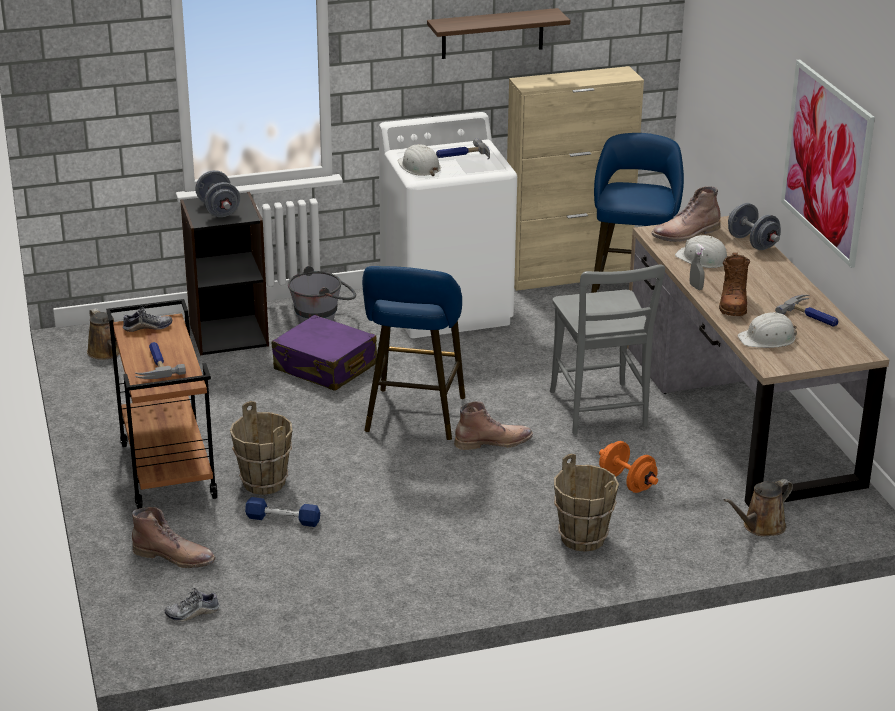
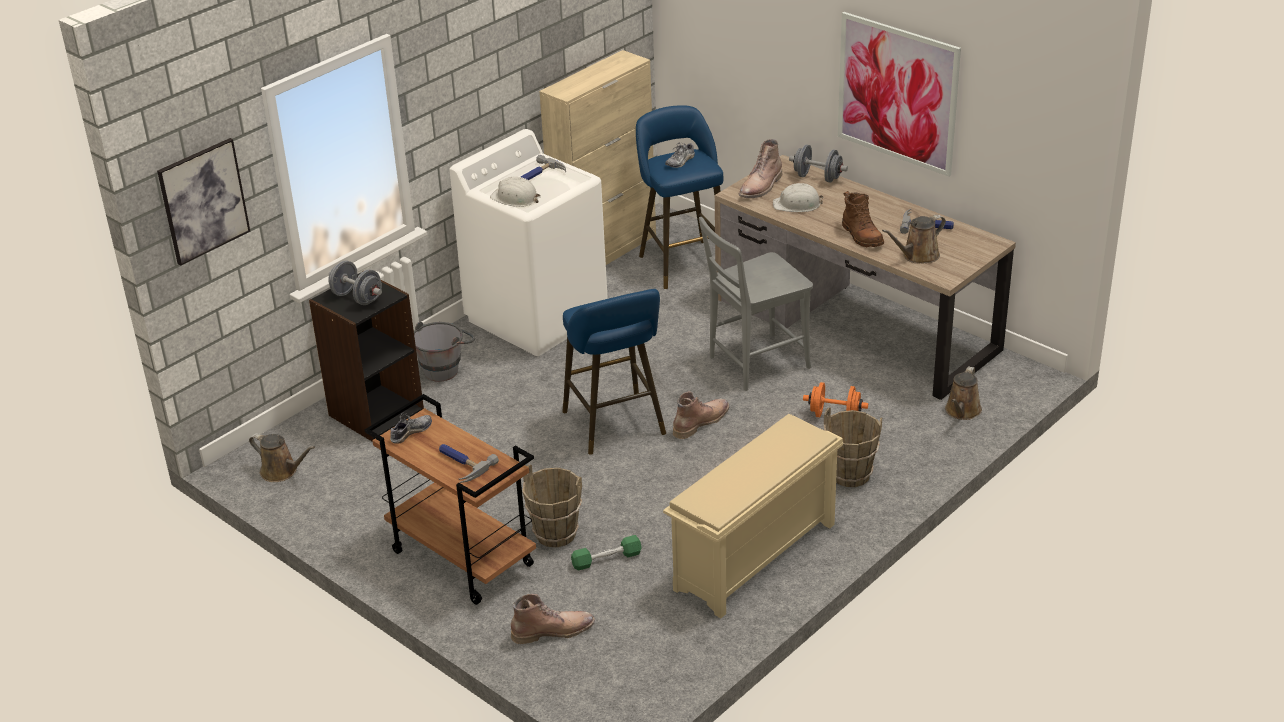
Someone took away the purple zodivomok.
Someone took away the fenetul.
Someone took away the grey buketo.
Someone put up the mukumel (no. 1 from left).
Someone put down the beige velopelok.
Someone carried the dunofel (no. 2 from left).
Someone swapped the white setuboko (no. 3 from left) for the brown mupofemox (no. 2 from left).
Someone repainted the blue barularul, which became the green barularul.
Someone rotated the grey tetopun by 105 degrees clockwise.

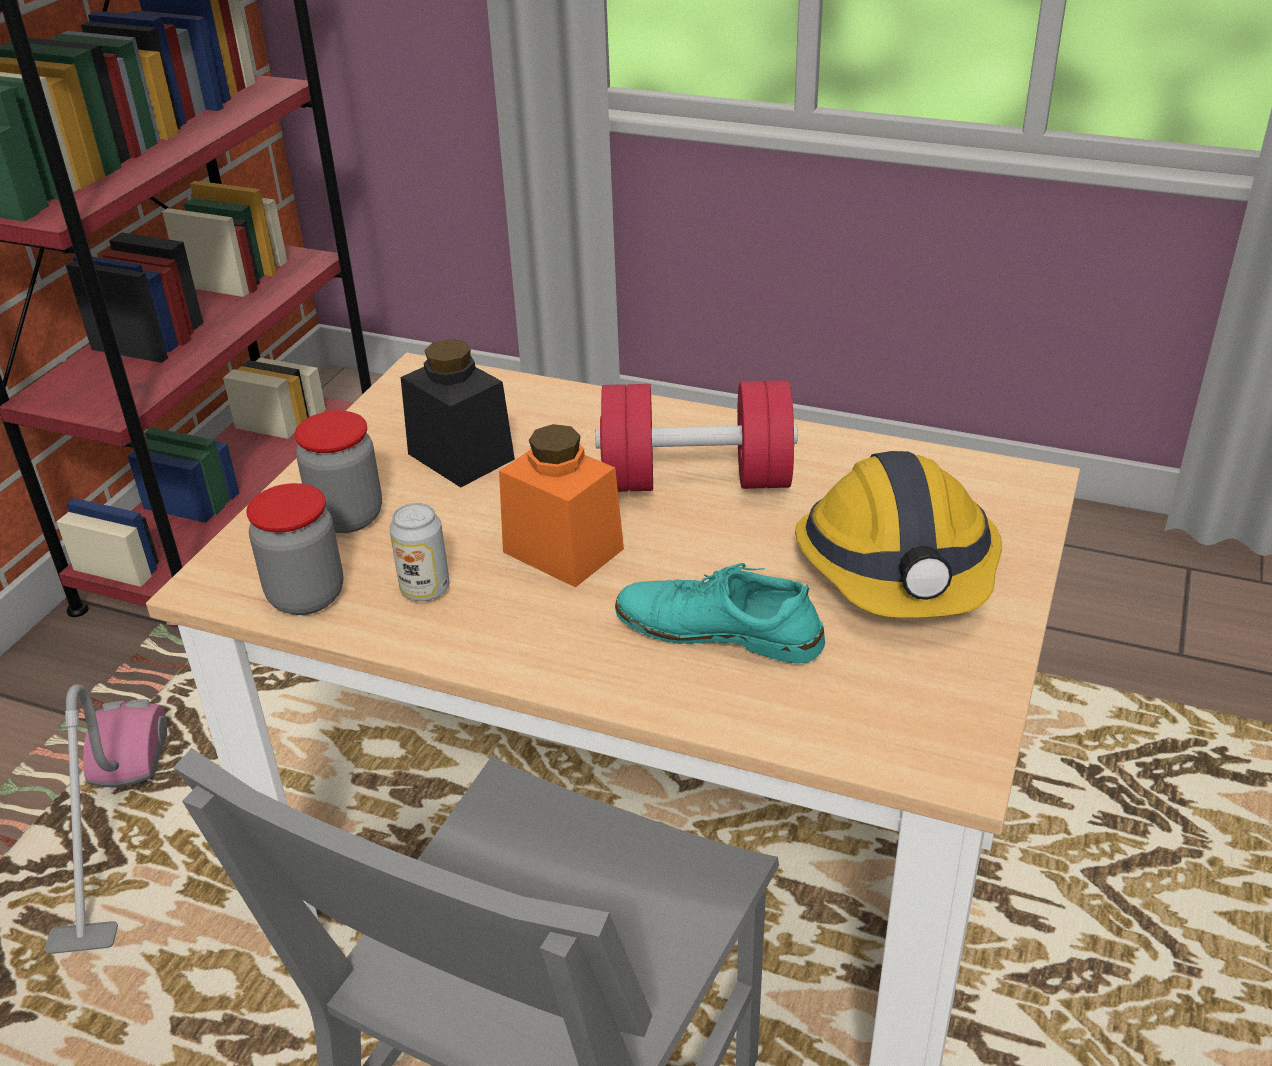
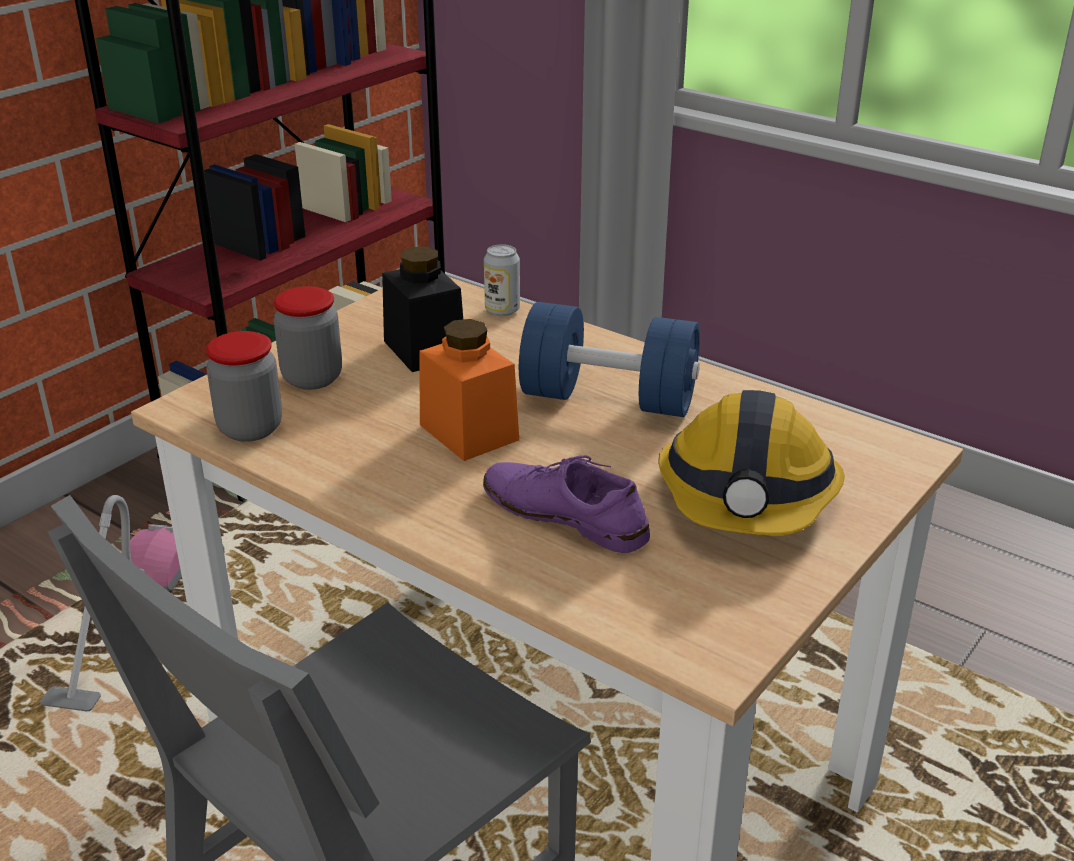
Someone carried the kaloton.
Someone repainted the red barularul, which became the blue barularul.
Someone repainted the turquoise dunofel, which became the purple dunofel.

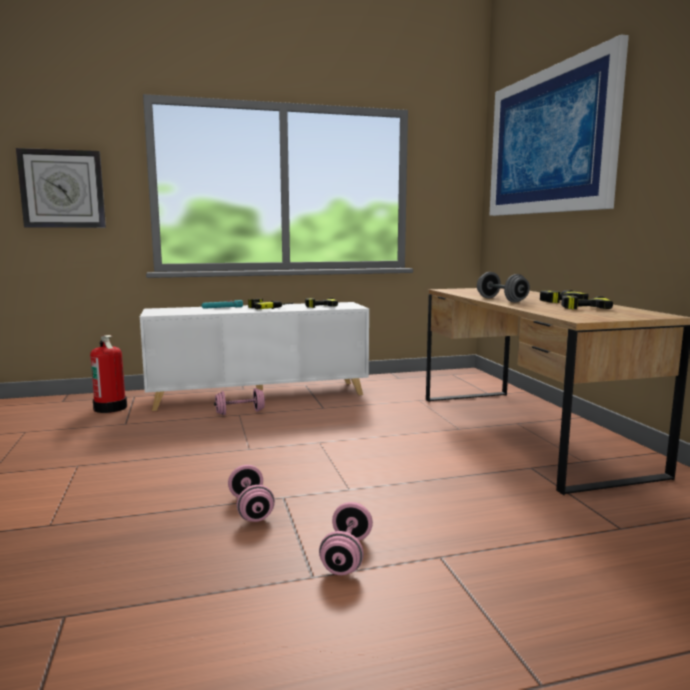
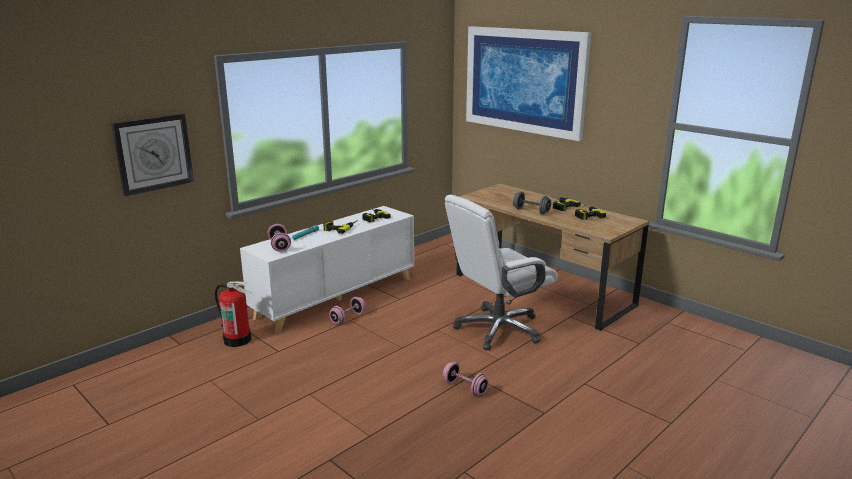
Someone put down the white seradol.
Someone carried the pink barularul (no. 3 from left in the first image).

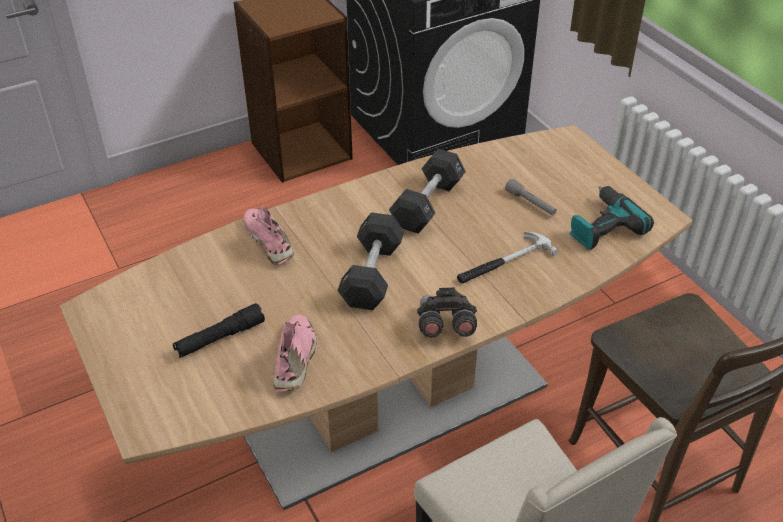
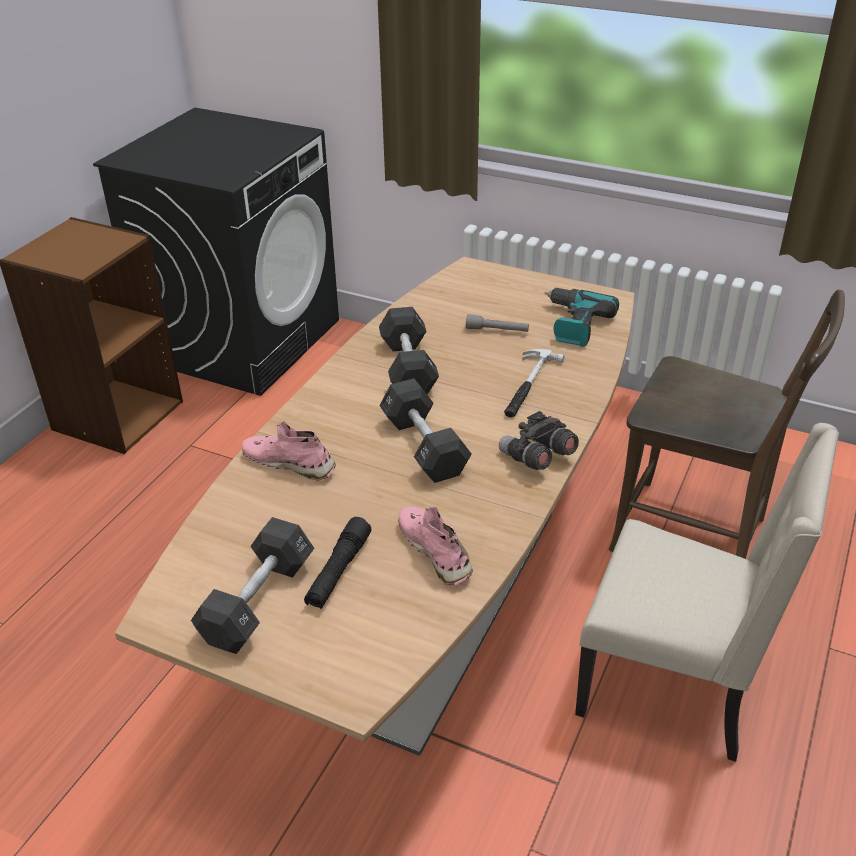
Someone put down the black barularul (no. 1 from left).

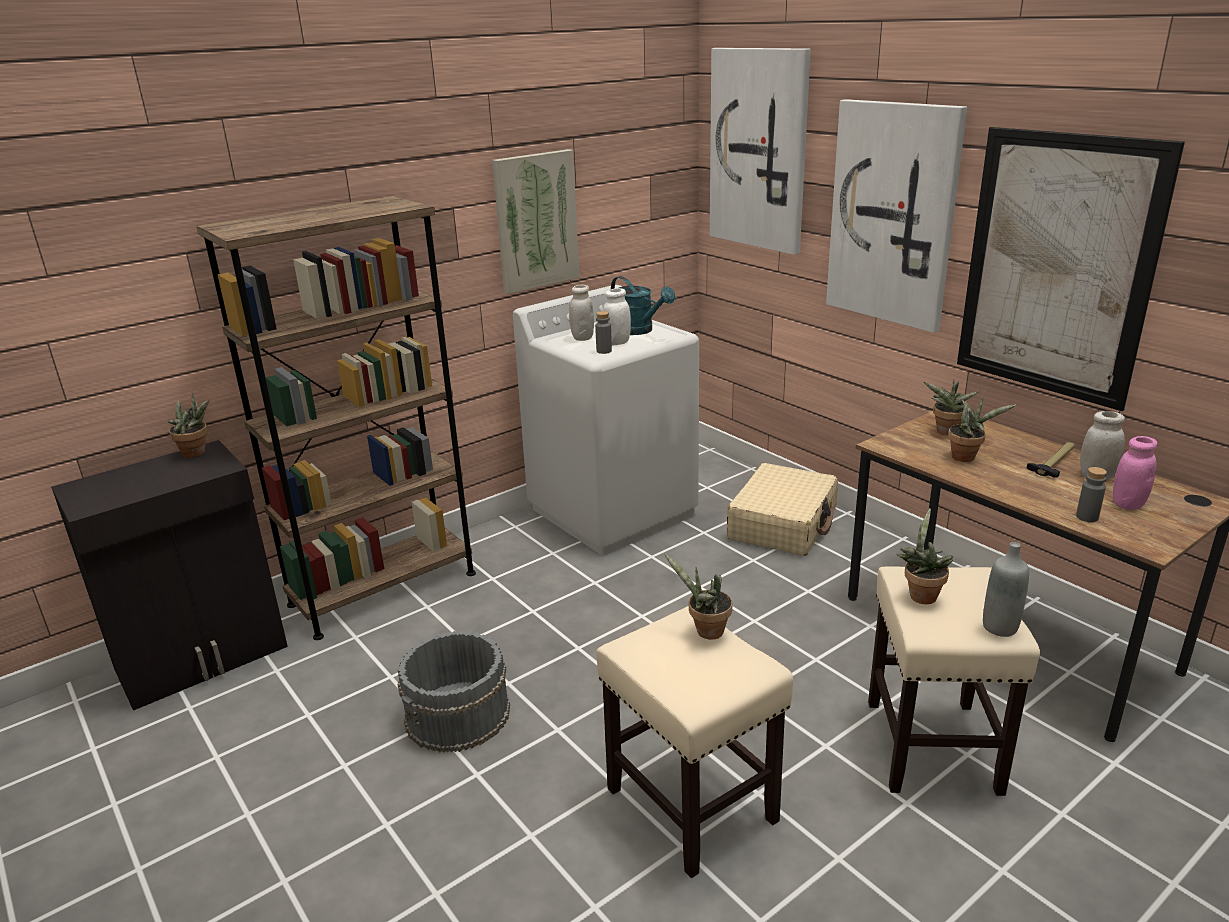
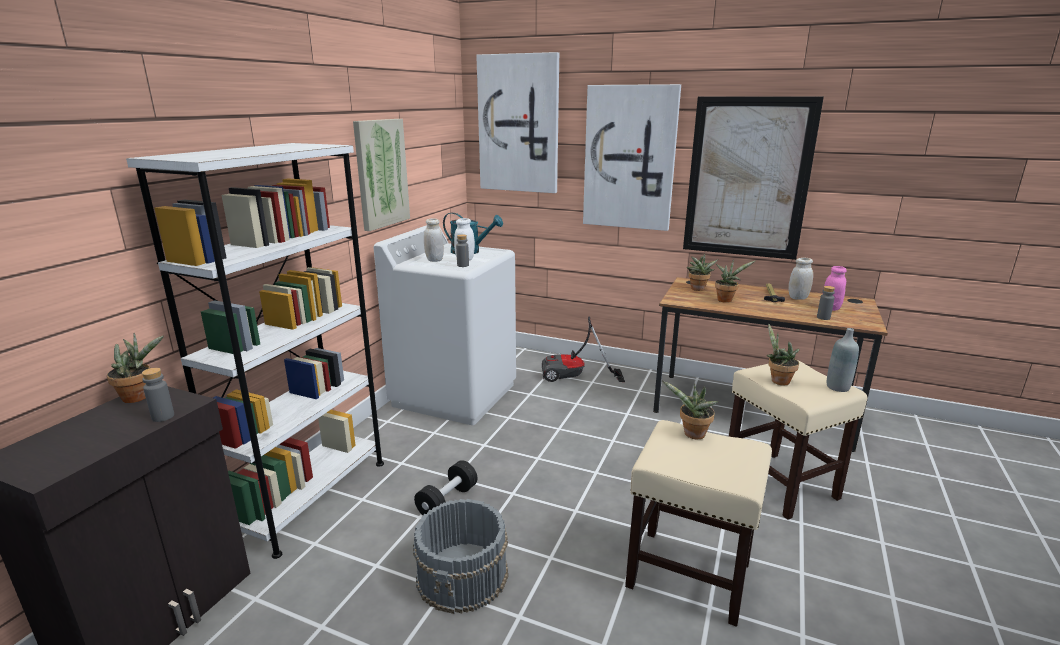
Someone put down the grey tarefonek (no. 1 from left).
Someone put down the black barularul.
Someone swapped the beige zodivomok for the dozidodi.
Someone repainted the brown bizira, which became the white bizira.

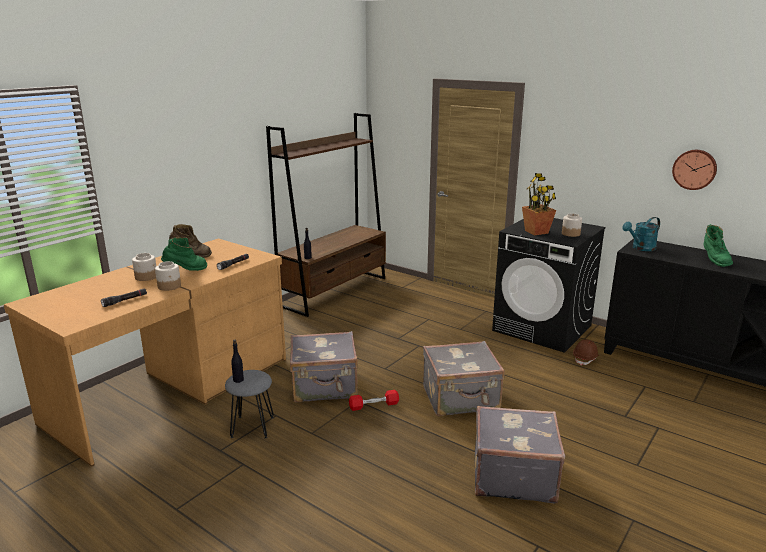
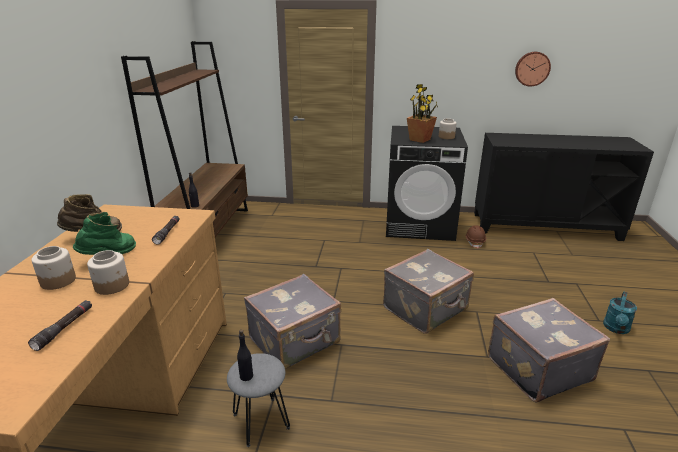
Someone took away the red barularul.
Someone took away the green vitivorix (no. 2 from left).
Someone carried the turquoise mupofemox.

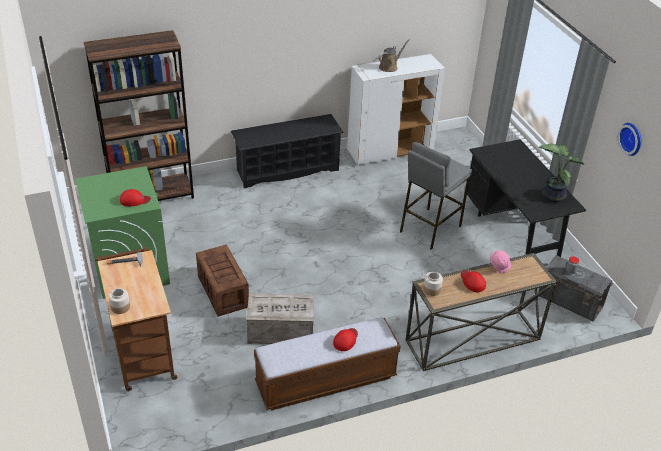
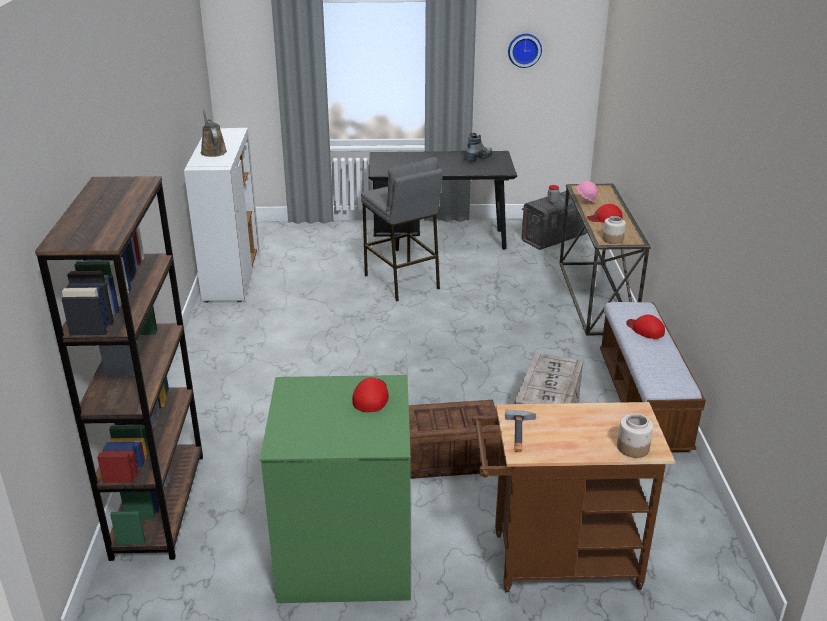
Someone took away the black velopelok.
Someone swapped the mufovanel for the vitivorix.

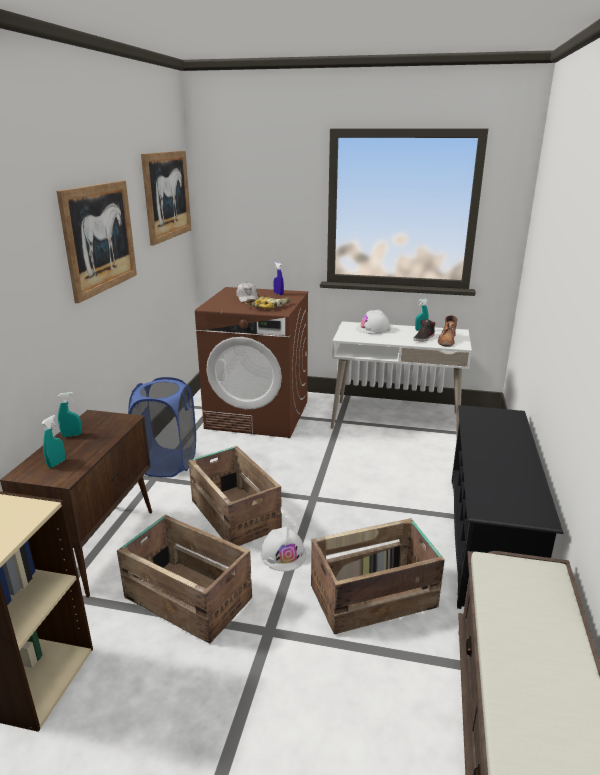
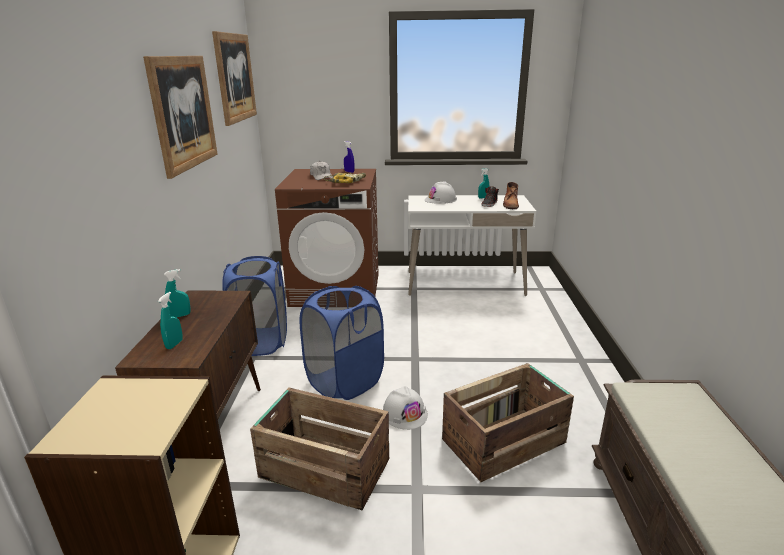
Someone took away the black velopelok.
Someone swapped the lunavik (no. 2 from left) for the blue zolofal (no. 2 from left).

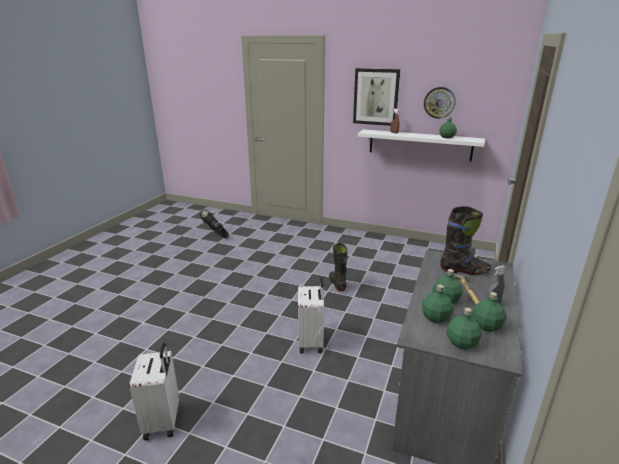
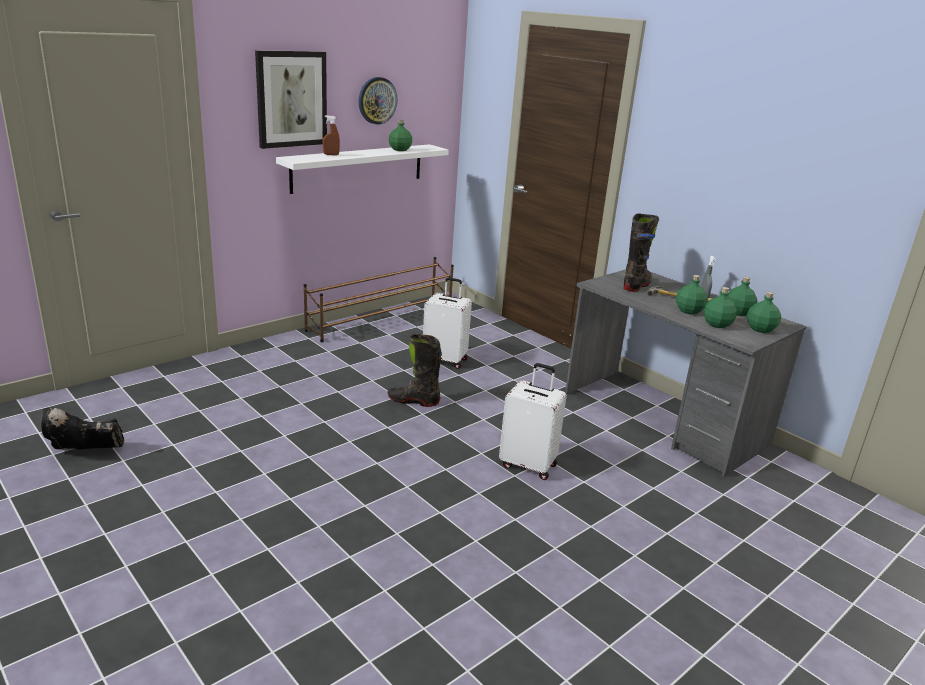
Someone put down the brown velopelok.
Someone carried the white zodivomok (no. 1 from left).

